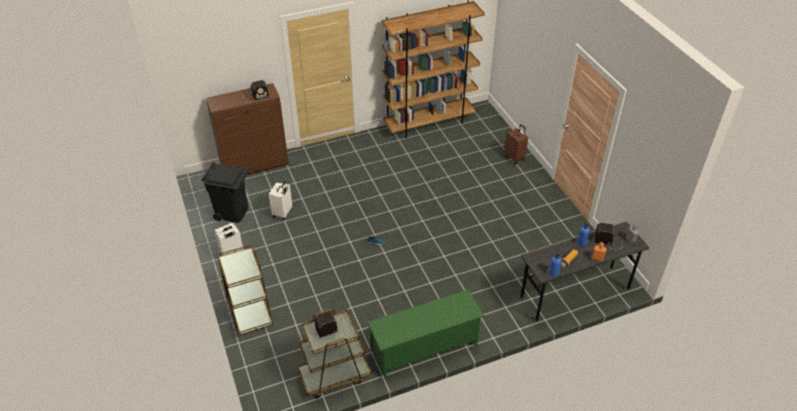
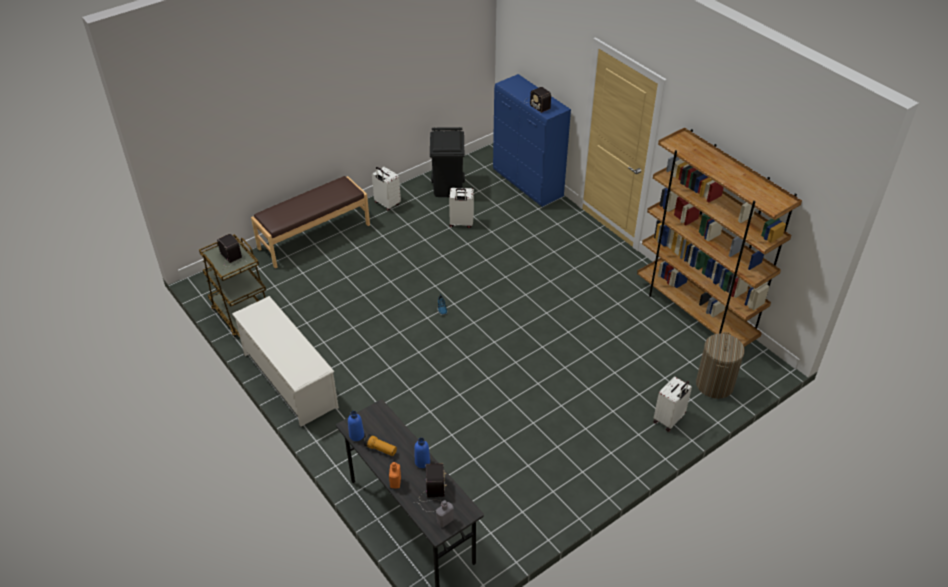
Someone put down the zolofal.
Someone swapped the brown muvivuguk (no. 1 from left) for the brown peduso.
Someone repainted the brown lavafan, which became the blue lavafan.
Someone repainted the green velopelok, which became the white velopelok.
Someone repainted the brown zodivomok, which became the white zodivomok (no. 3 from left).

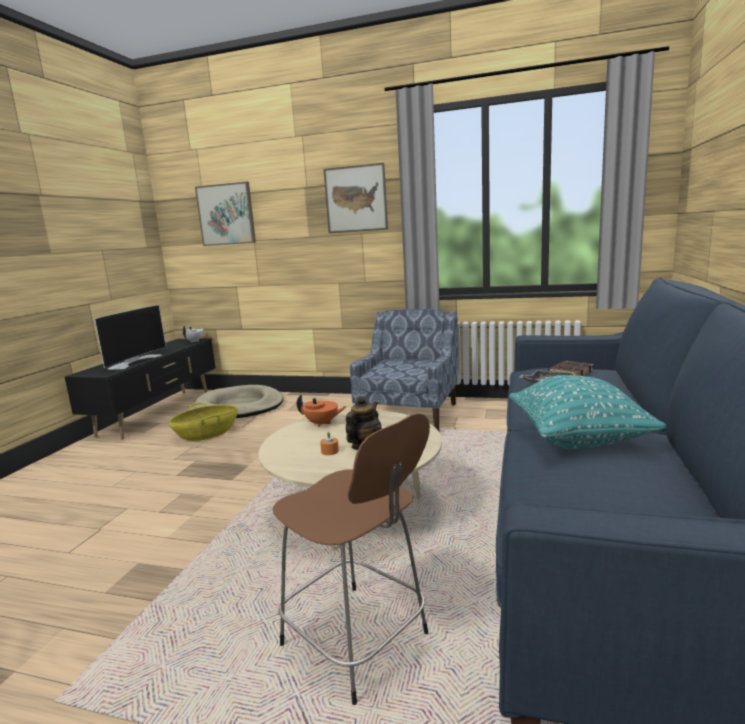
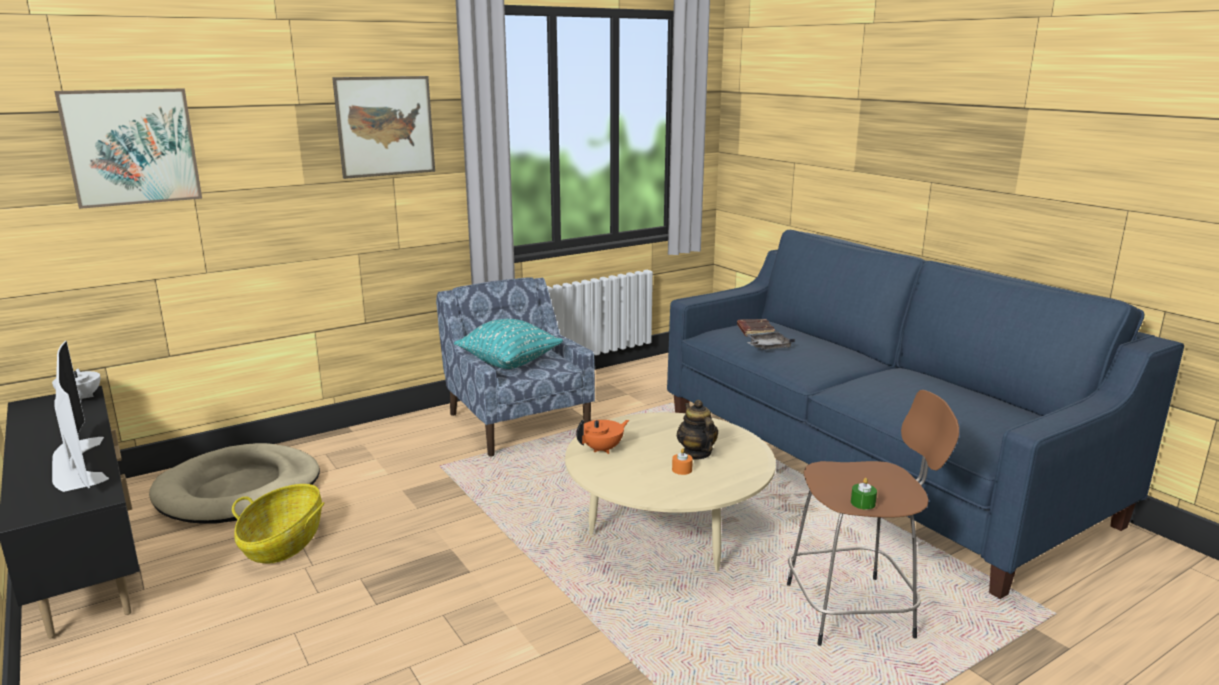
Someone put down the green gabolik.
Someone carried the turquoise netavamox.

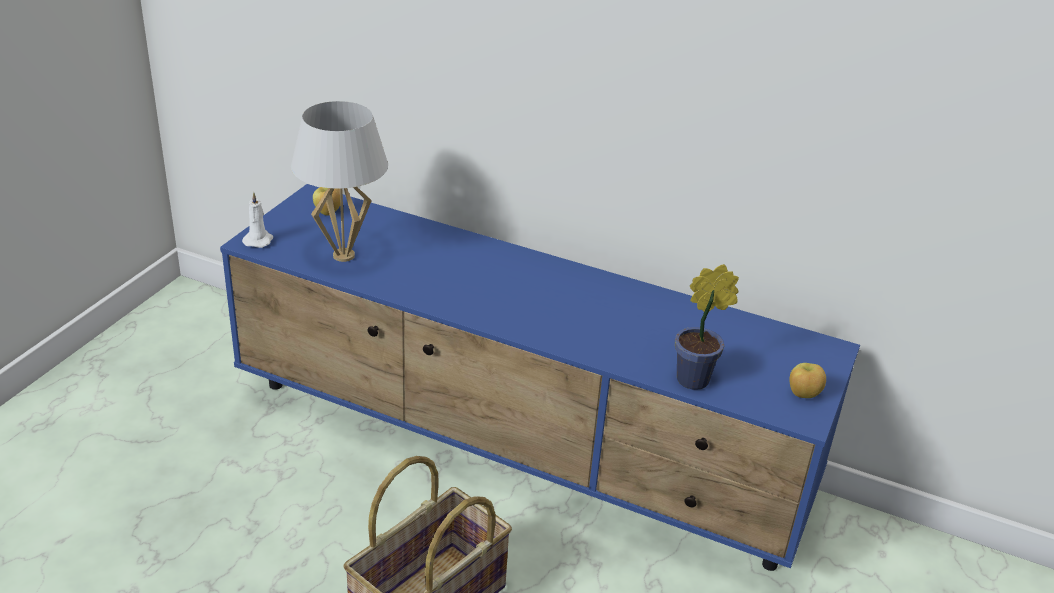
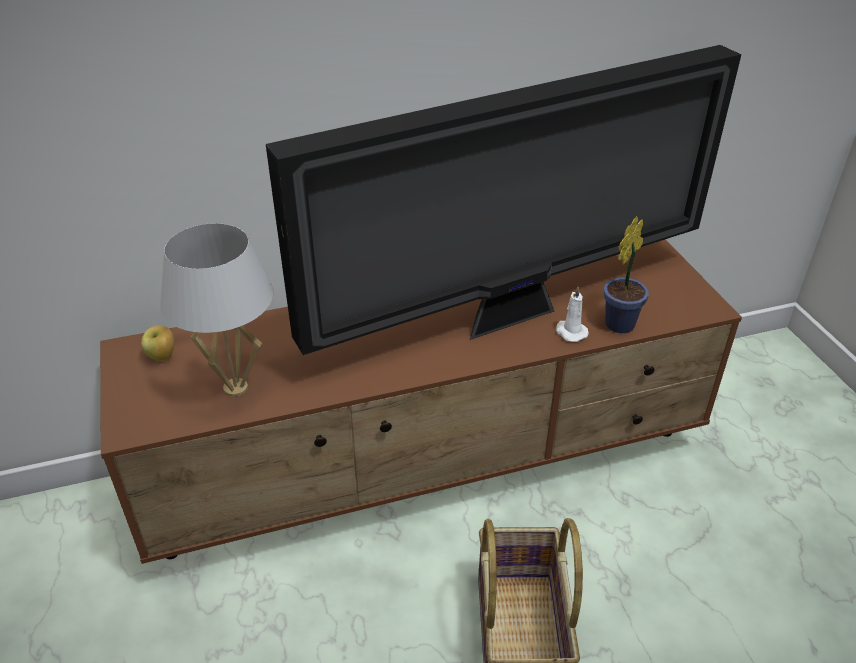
Someone took away the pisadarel (no. 2 from left).
Someone put down the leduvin.
Someone carried the white gabolik.
Someone repainted the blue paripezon, which became the brown paripezon.

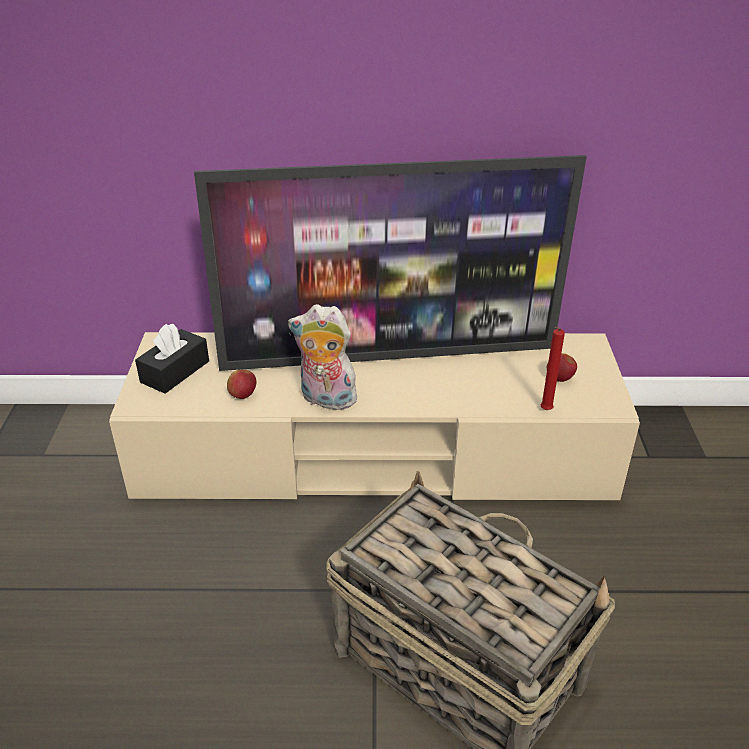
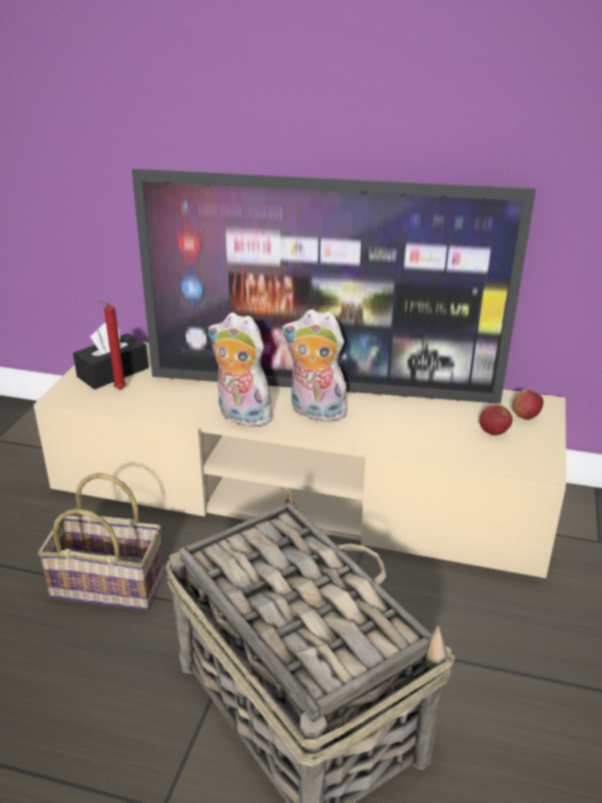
Someone put down the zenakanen (no. 1 from left).
Someone put down the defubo (no. 2 from left).
Someone carried the pisadarel (no. 1 from left in the first image).
Someone carried the red gabolik.

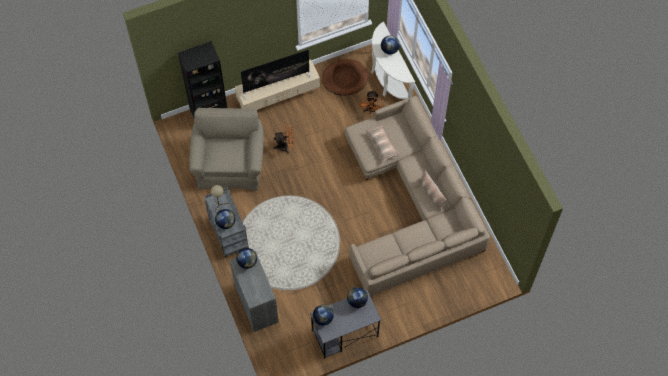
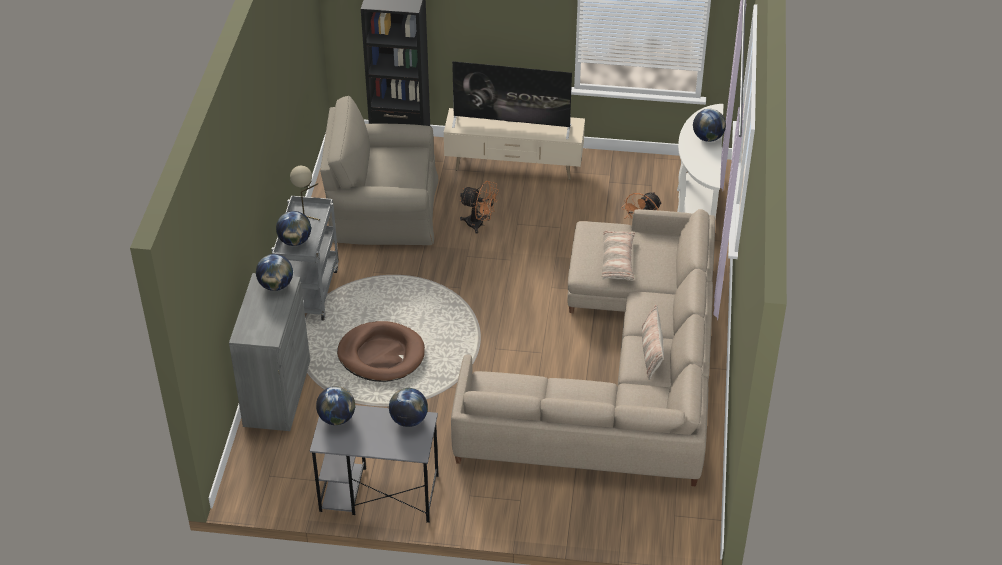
Someone carried the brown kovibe.
Someone rotated the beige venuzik by 120 degrees counterclockwise.

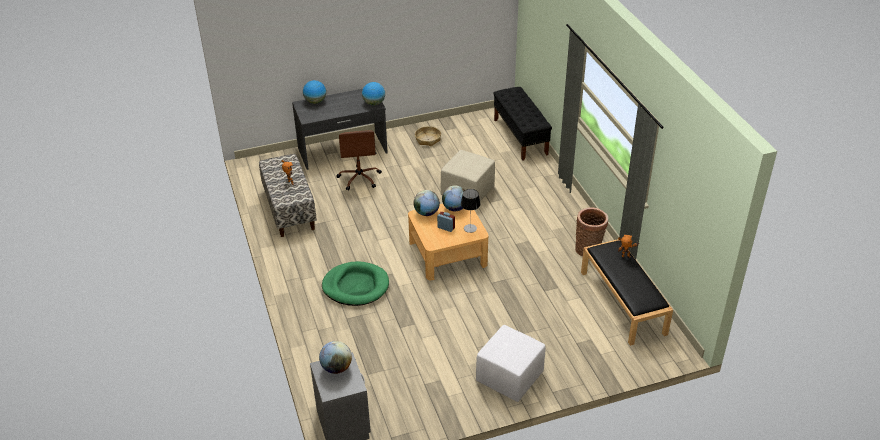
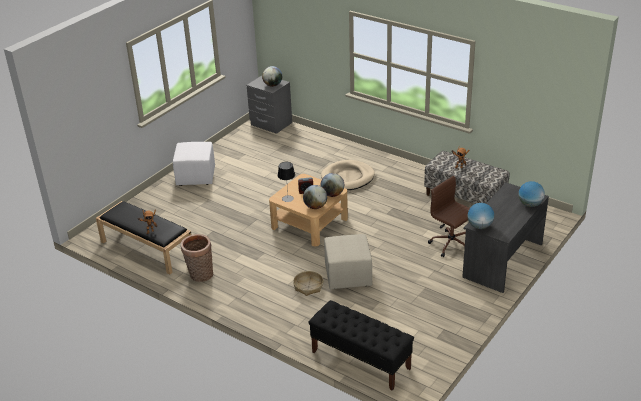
Someone carried the zenakanen (no. 1 from left in the first image).
Someone repainted the green kovibe, which became the beige kovibe.

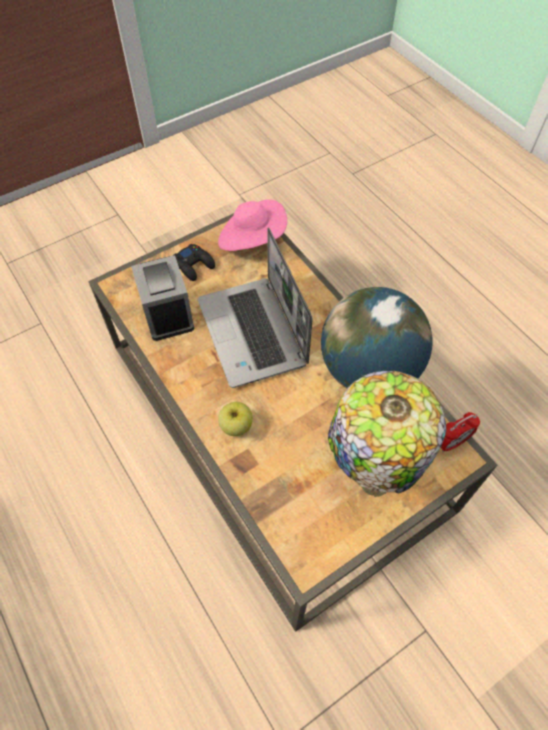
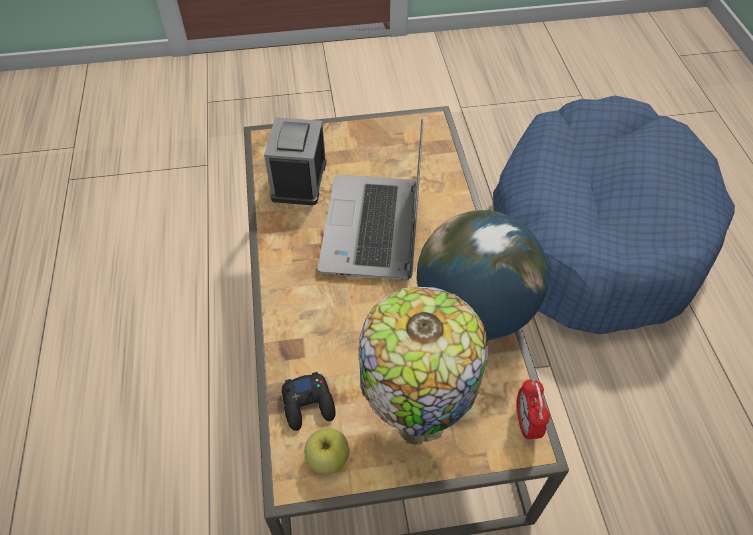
Someone took away the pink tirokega.
Someone put down the blue kovibe.
Someone carried the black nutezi.
Someone carried the pisadarel.
Someone rotated the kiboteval (no. 2 from left) by 90 degrees clockwise.

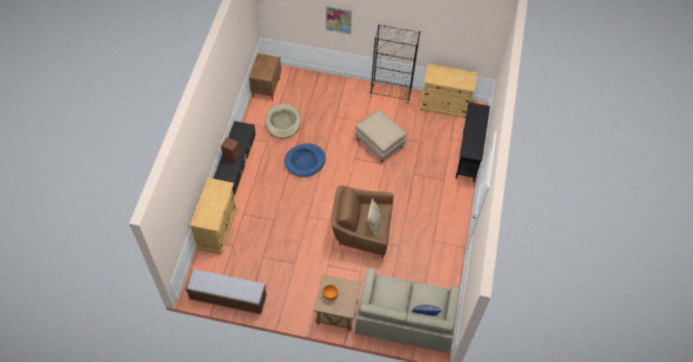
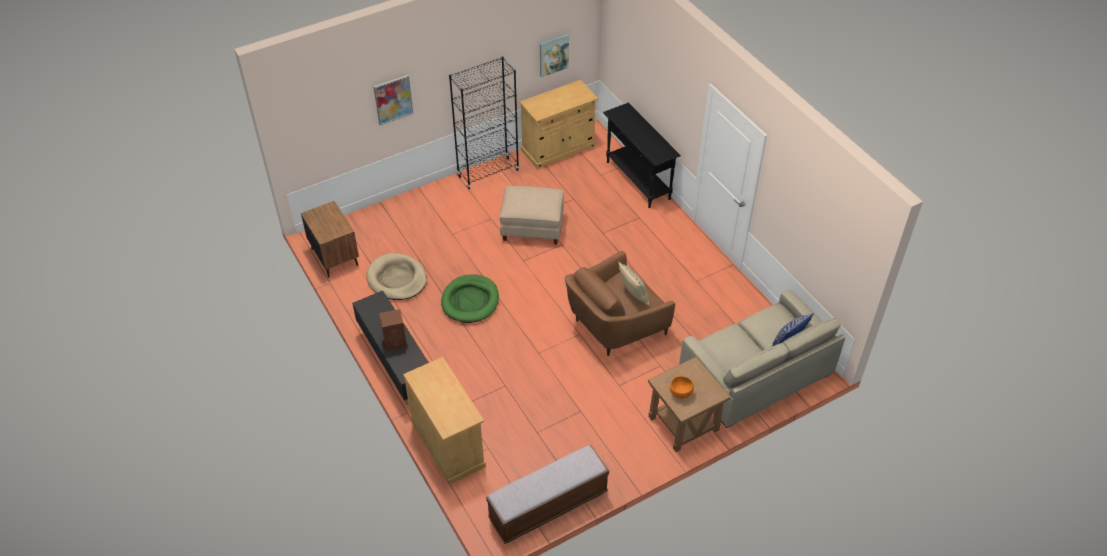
Someone put up the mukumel (no. 2 from left).
Someone repainted the blue kovibe, which became the green kovibe.

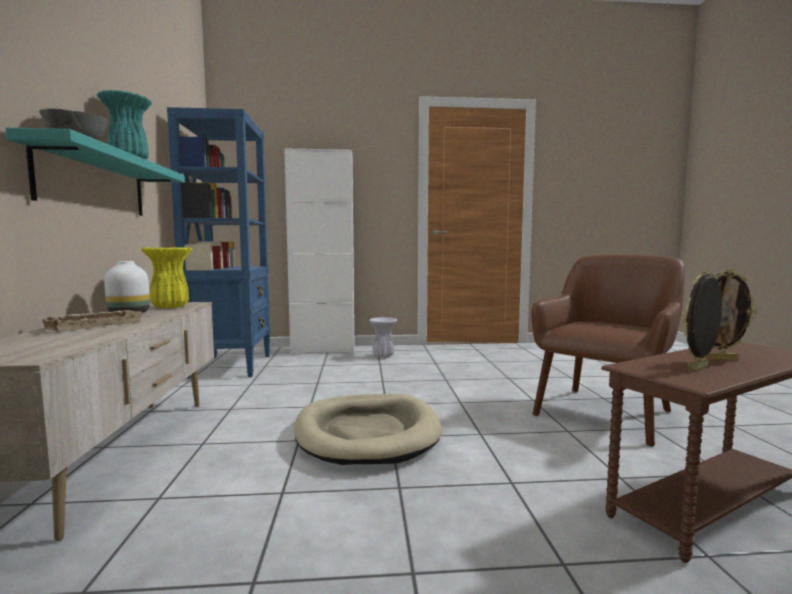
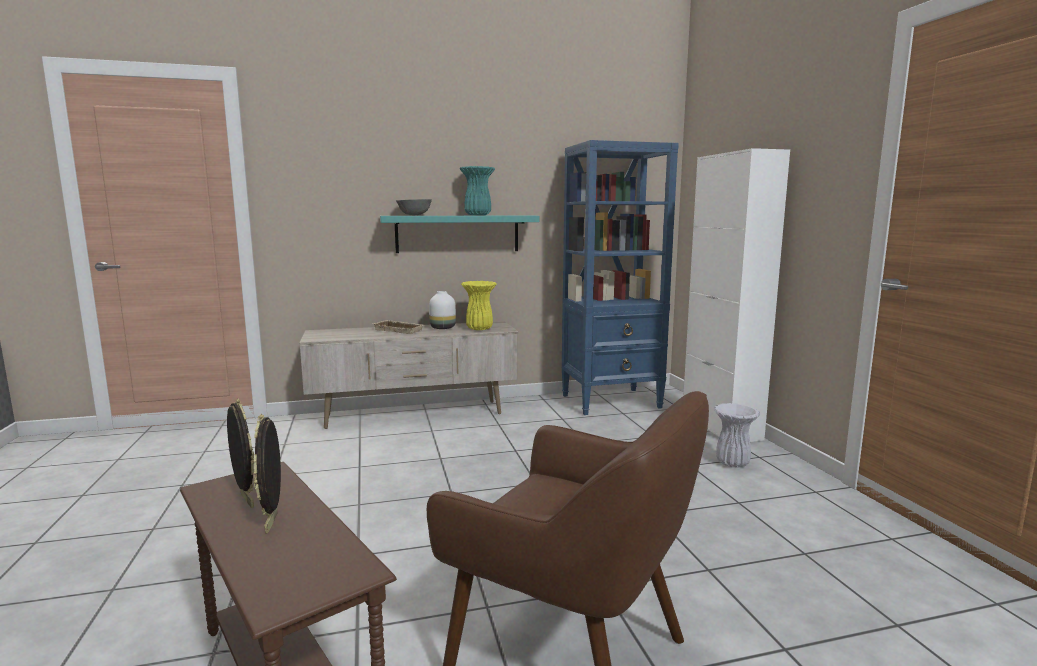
Someone took away the beige kovibe.

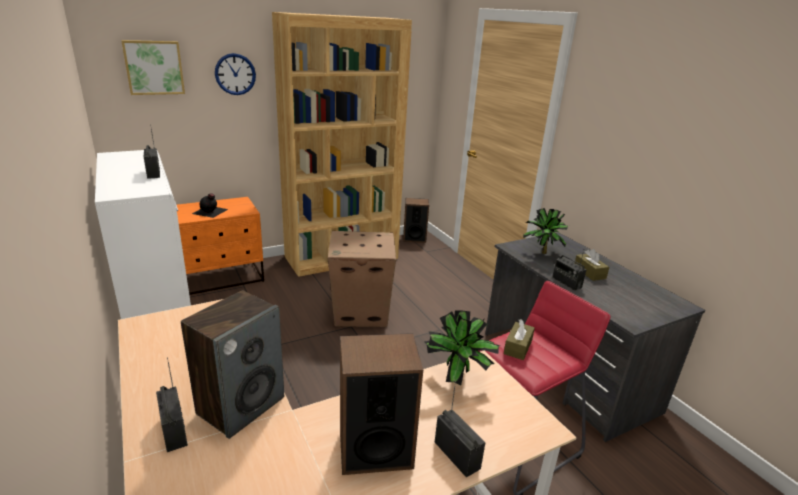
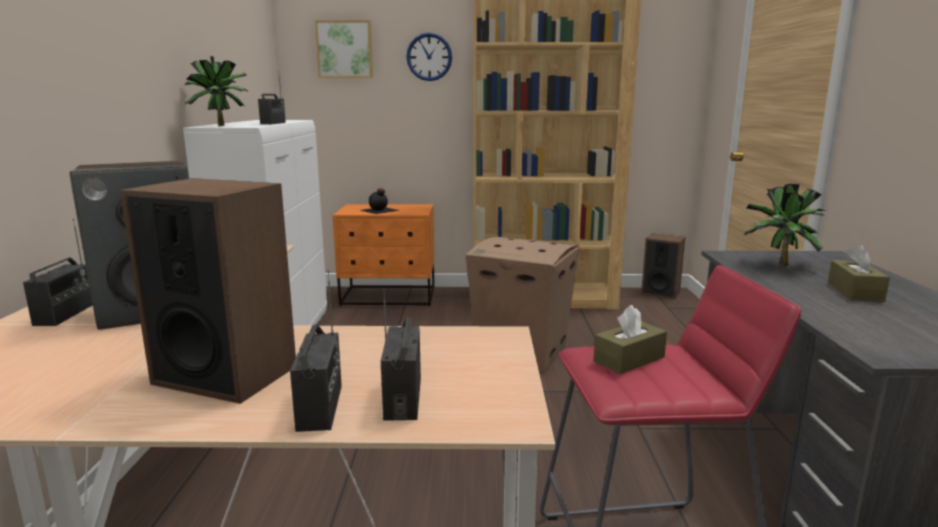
Someone carried the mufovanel (no. 1 from left).
Someone carried the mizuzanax (no. 4 from left).

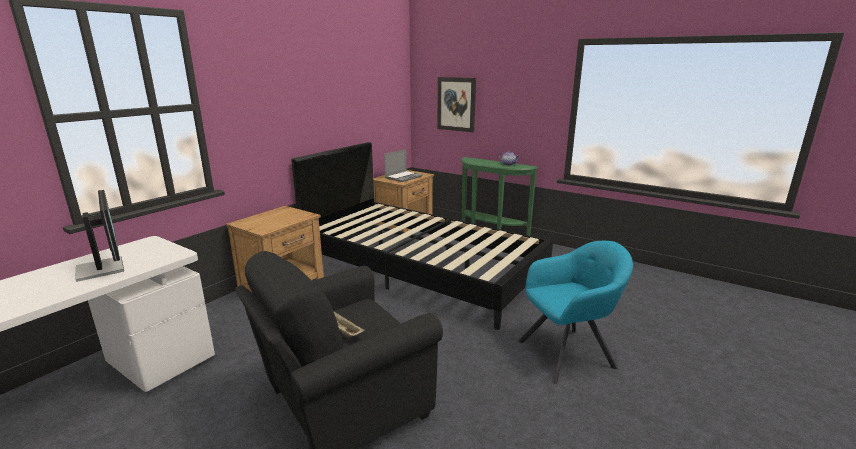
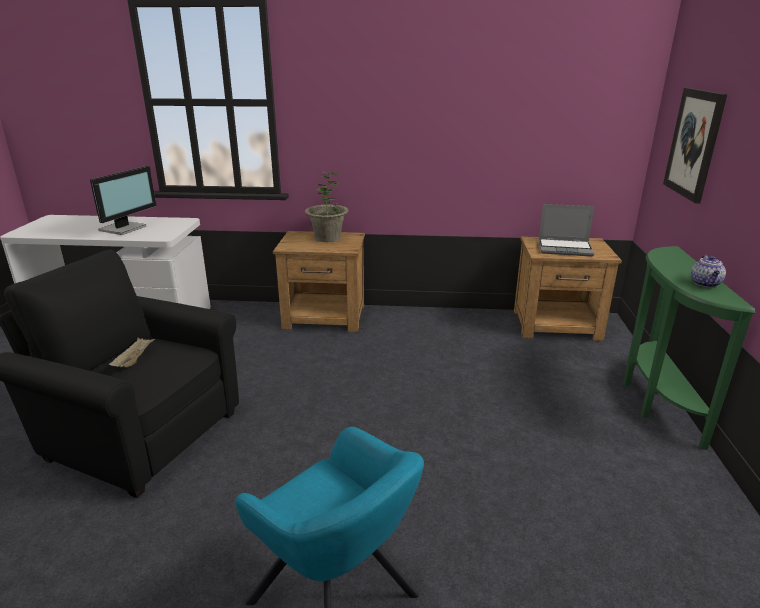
Someone took away the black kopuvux.
Someone put down the mufovanel.

